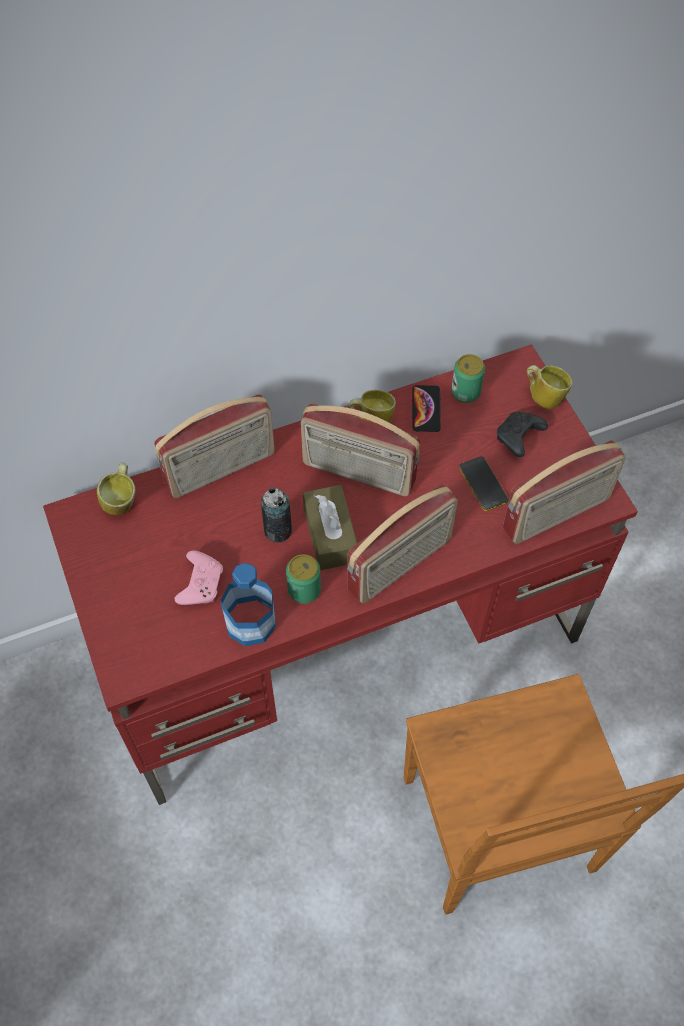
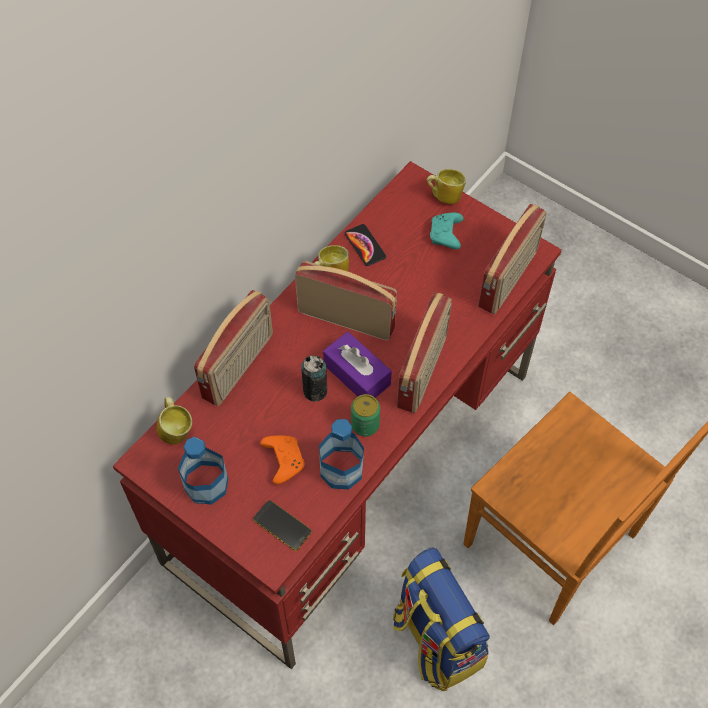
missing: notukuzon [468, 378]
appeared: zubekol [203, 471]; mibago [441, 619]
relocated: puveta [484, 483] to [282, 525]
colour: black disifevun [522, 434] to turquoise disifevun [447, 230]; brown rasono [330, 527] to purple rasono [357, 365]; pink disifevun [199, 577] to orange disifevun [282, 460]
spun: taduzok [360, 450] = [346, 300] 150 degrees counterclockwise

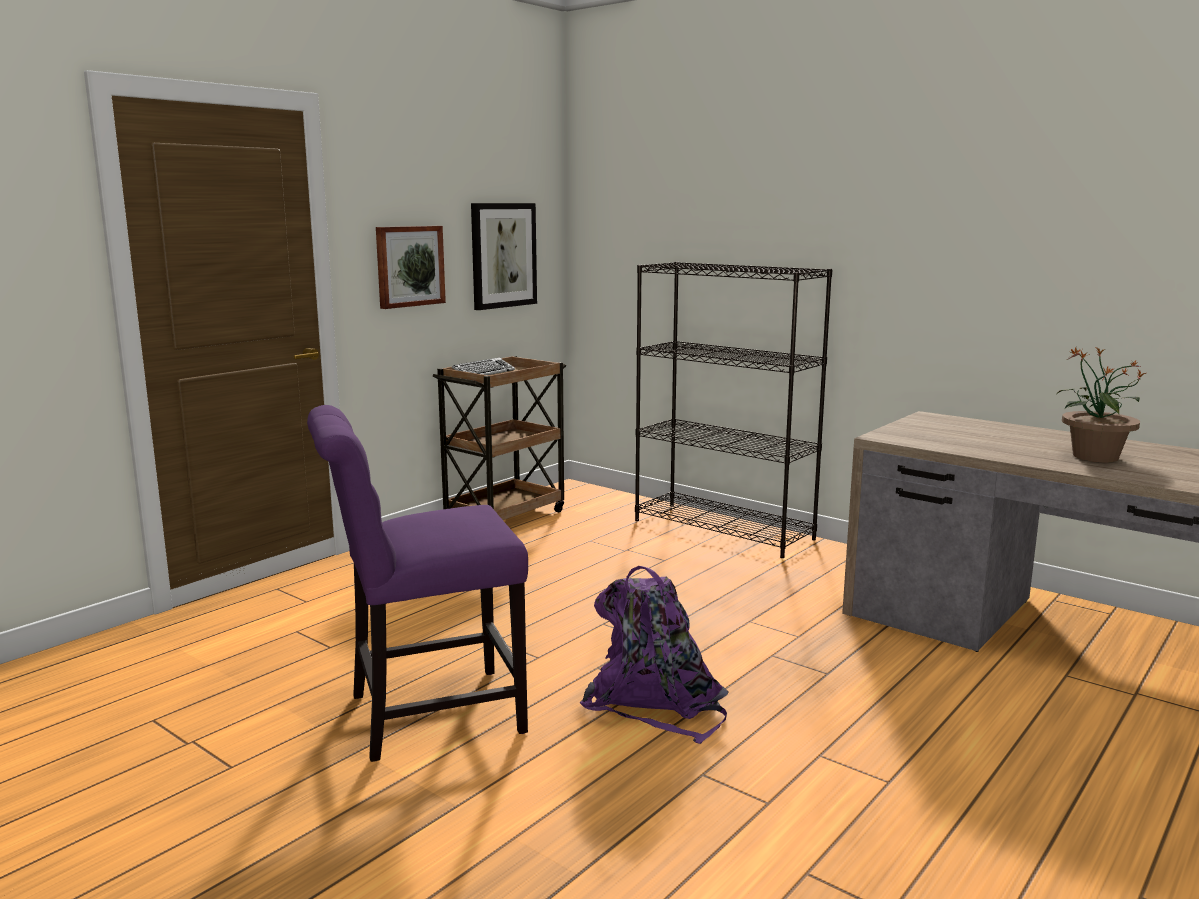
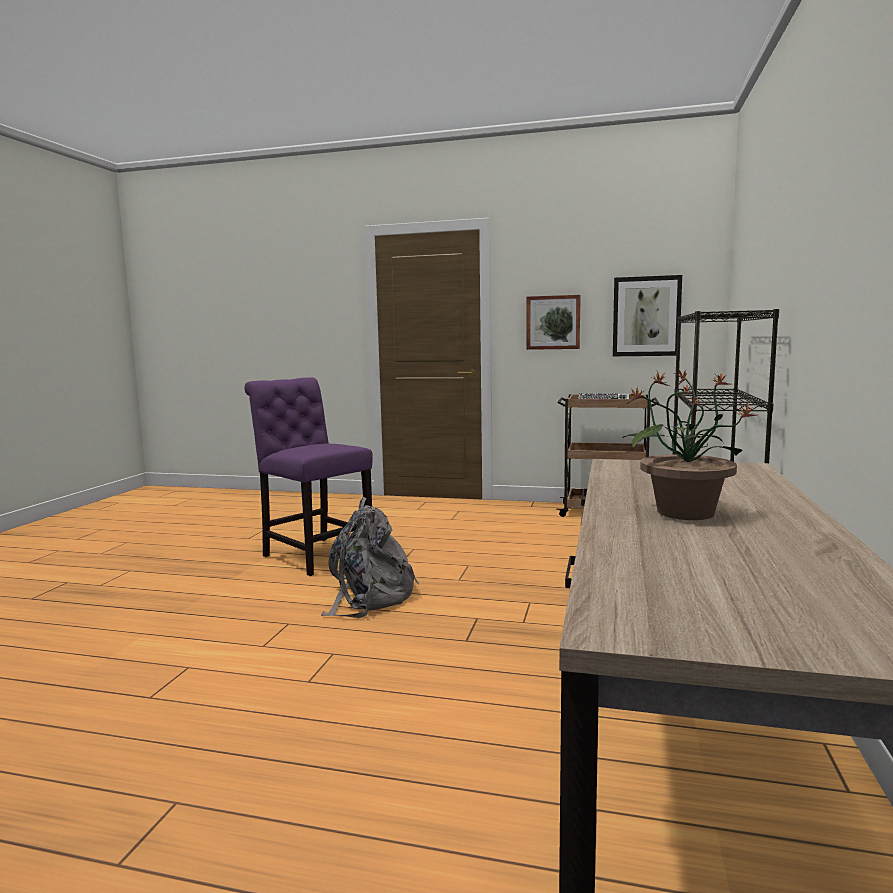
colour: purple mibago [654, 655] to grey mibago [370, 557]

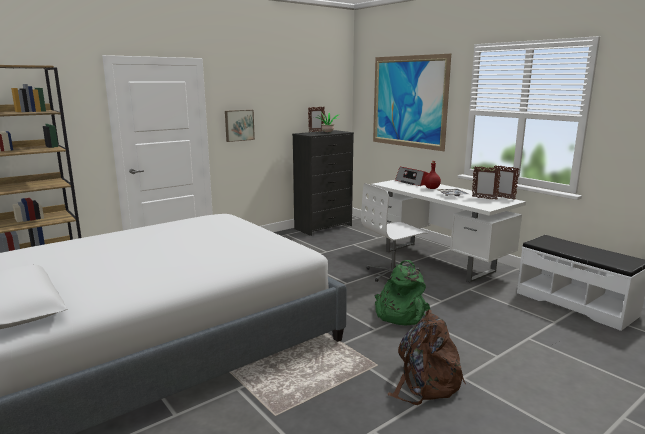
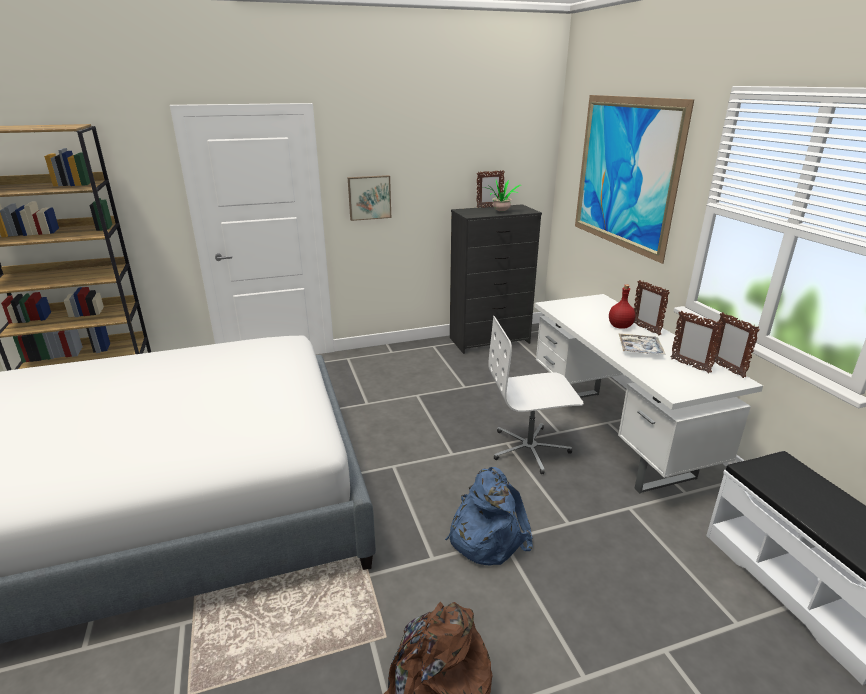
missing: taduzok [412, 176]
appeared: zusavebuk [652, 308]
colour: green mibago [402, 292] to blue mibago [489, 516]

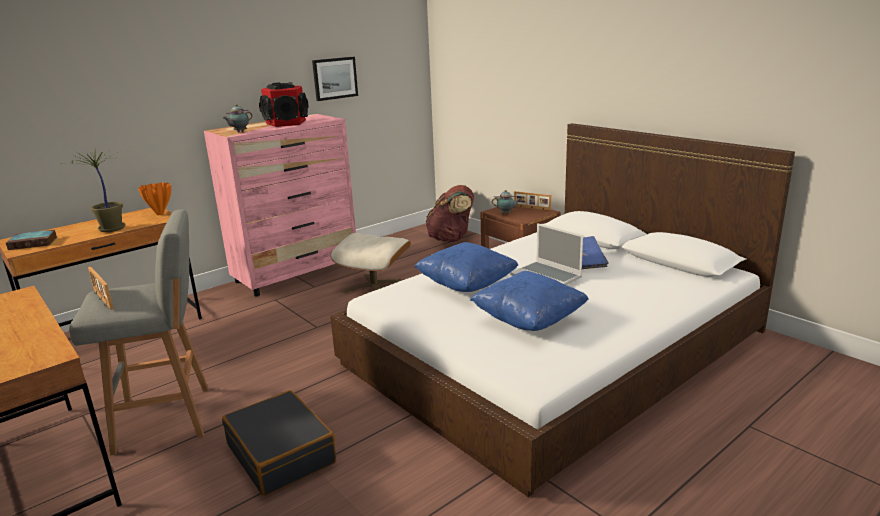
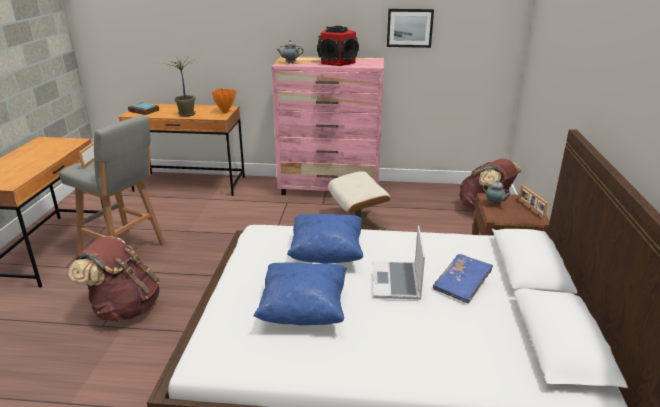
exchanged: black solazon [279, 443] to brown mibago [114, 278]

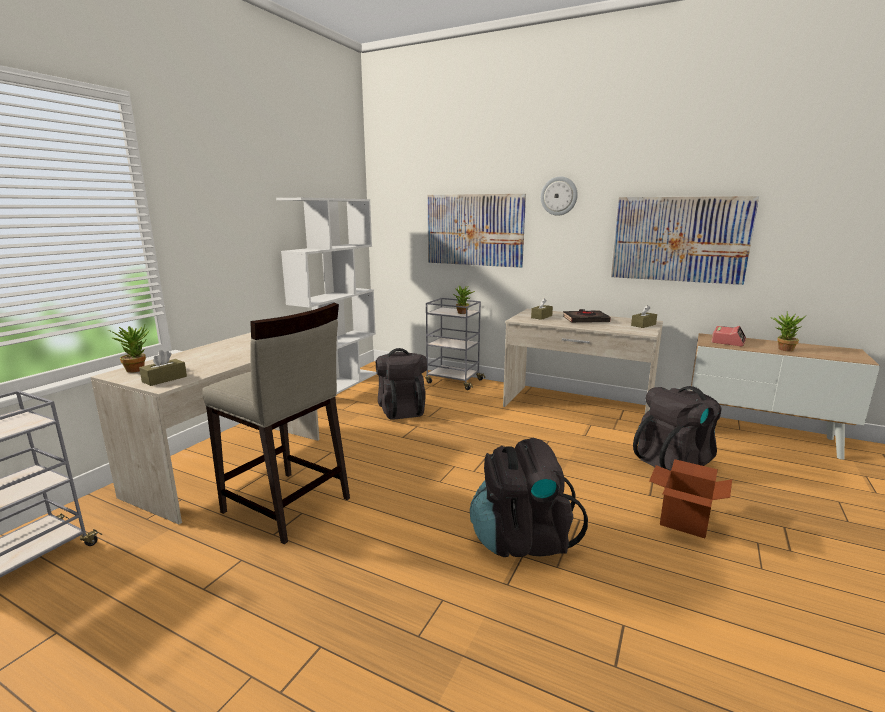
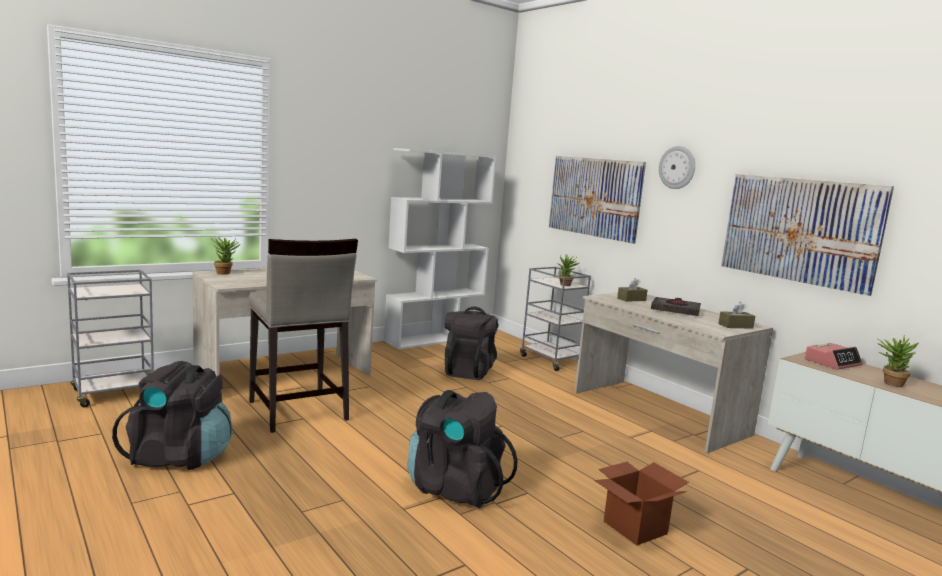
missing: brown rasono [163, 368]
relocated: black mibago [677, 428] to [172, 415]

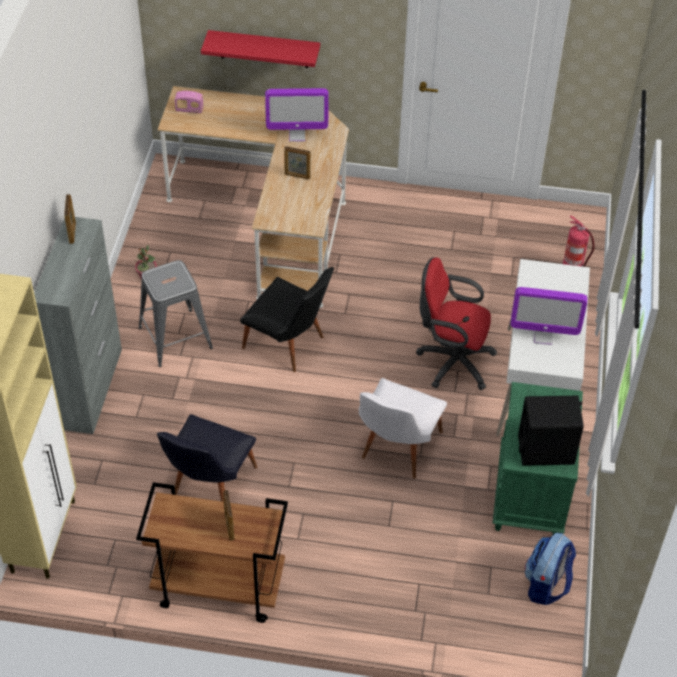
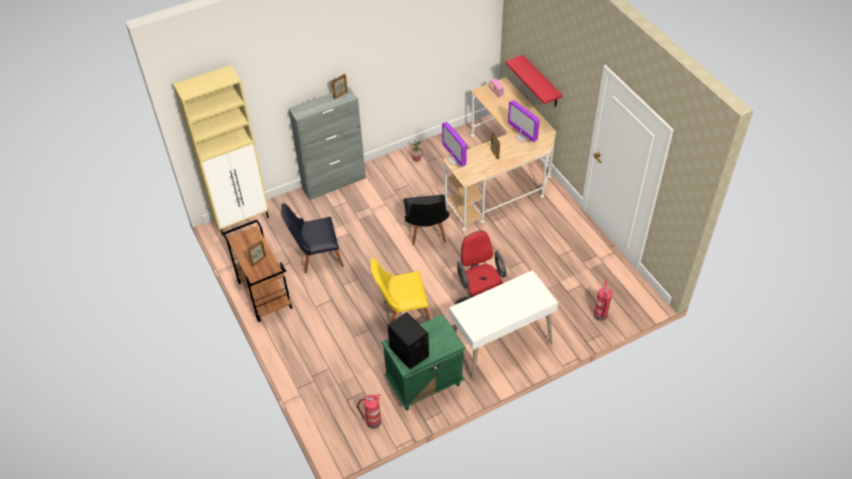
missing: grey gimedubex [176, 313]
relocated: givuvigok [548, 316] to [454, 144]
exchanged: mibago [550, 569] to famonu [369, 411]
colour: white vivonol [403, 428] to yellow vivonol [400, 289]

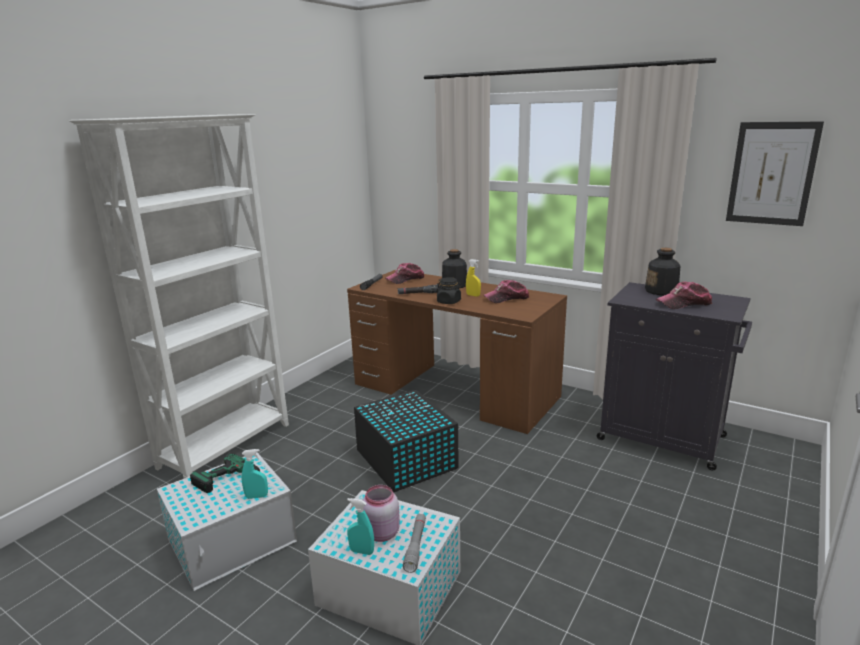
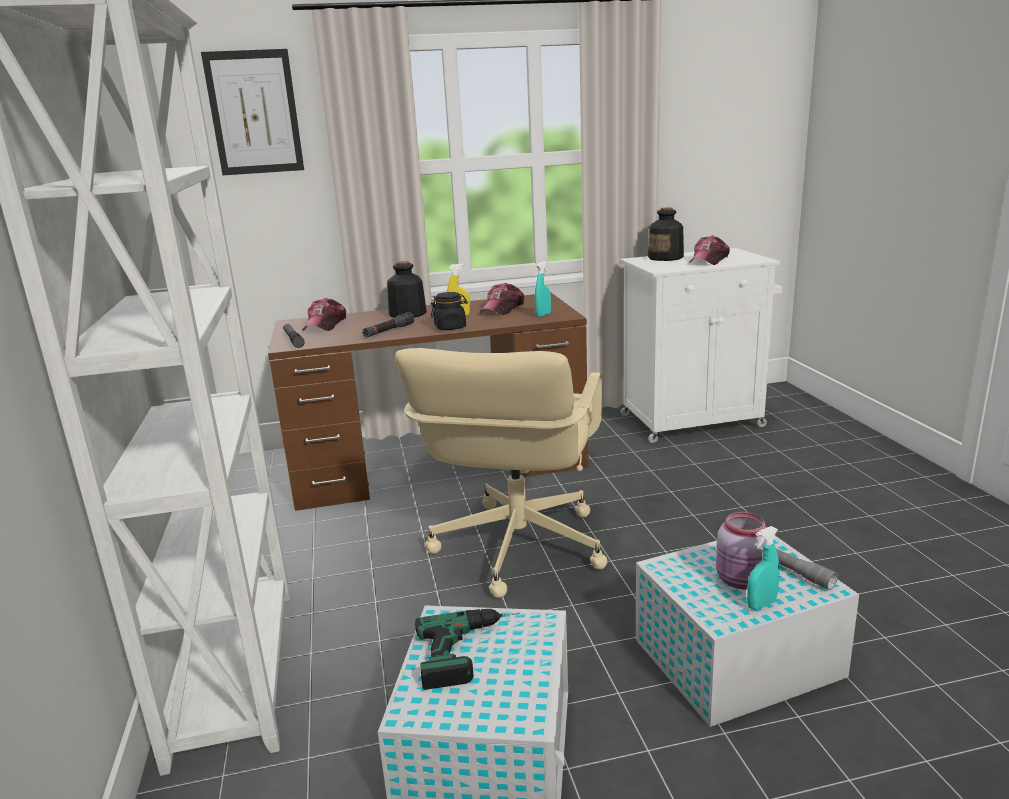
relocated: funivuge [775, 174] to [252, 112]; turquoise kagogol [254, 474] to [543, 289]
exchanged: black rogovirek [406, 441] to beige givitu [501, 473]
colour: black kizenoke [674, 376] to white kizenoke [701, 345]

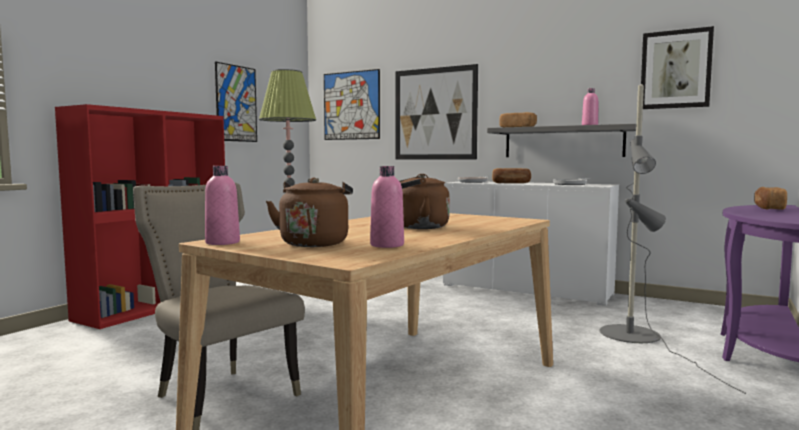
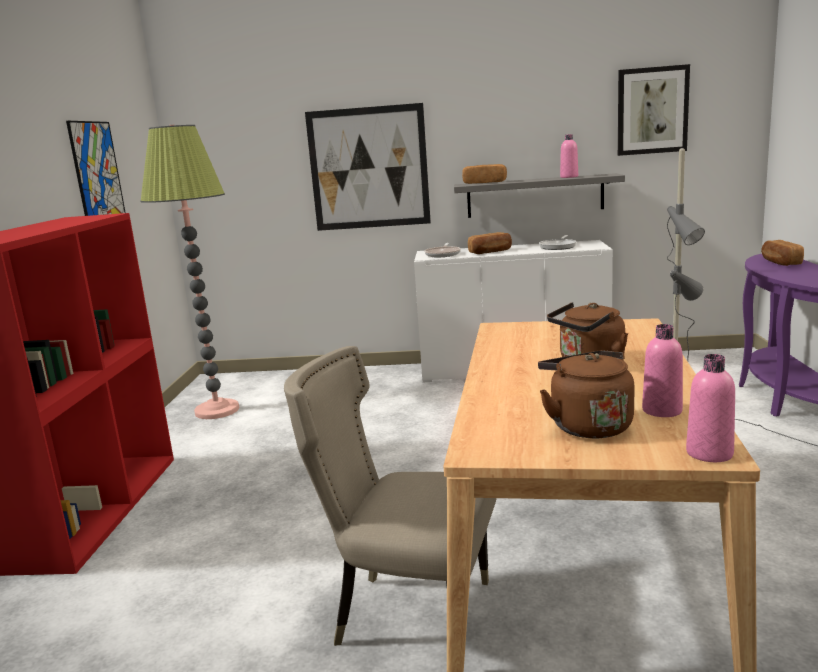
missing: funivuge [352, 104]
relocated: pink zubekol [222, 205] to [710, 408]

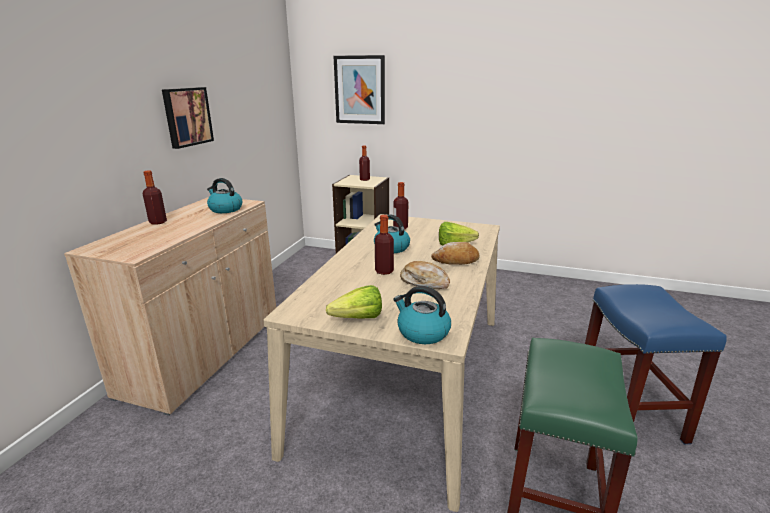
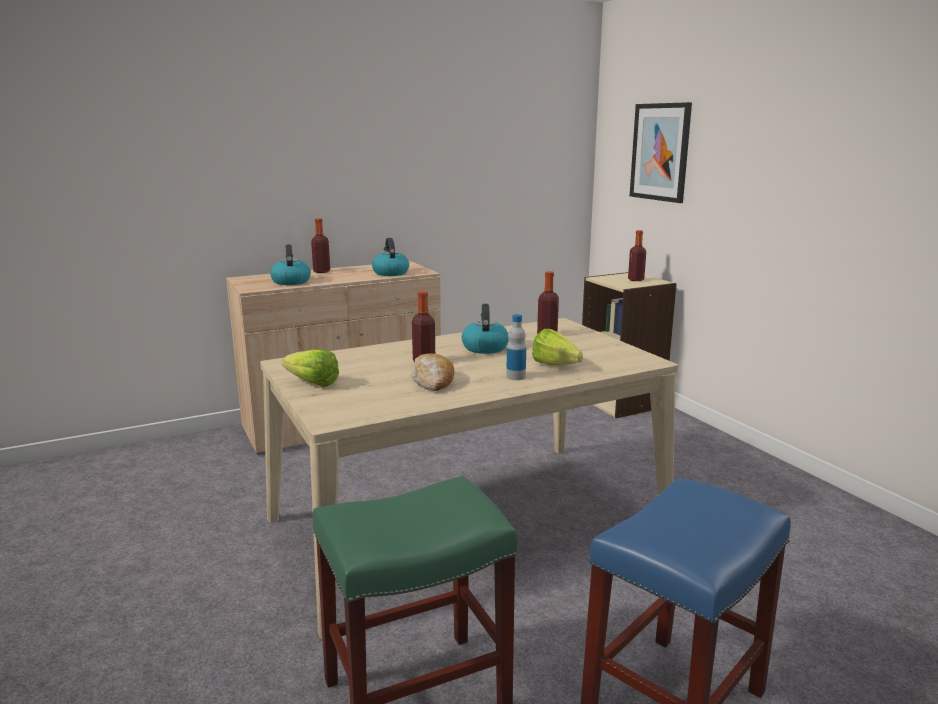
missing: funivuge [188, 118]
relocated: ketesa [422, 315] to [290, 264]
exchanged: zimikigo [455, 253] to zubekol [516, 347]

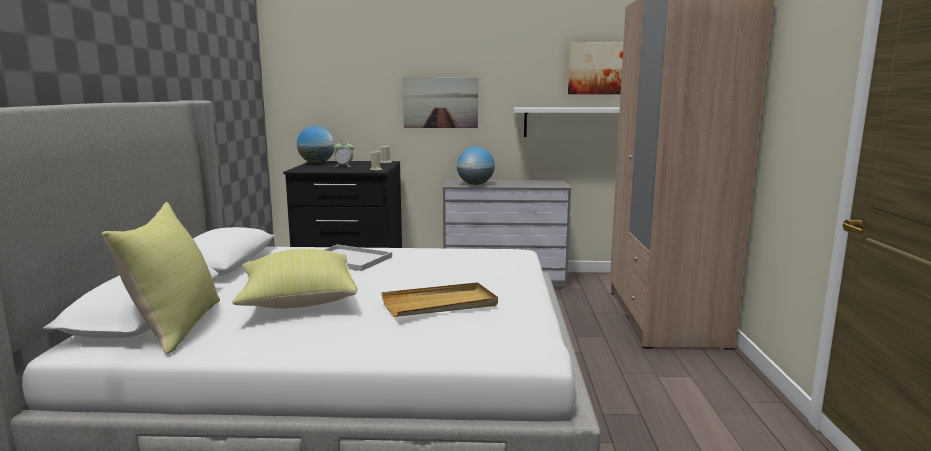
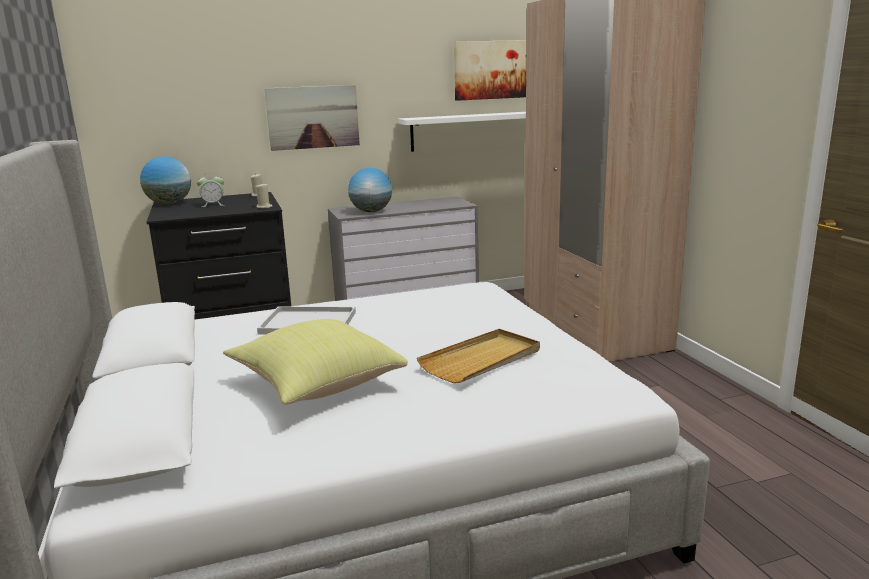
missing: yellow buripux [161, 278]

